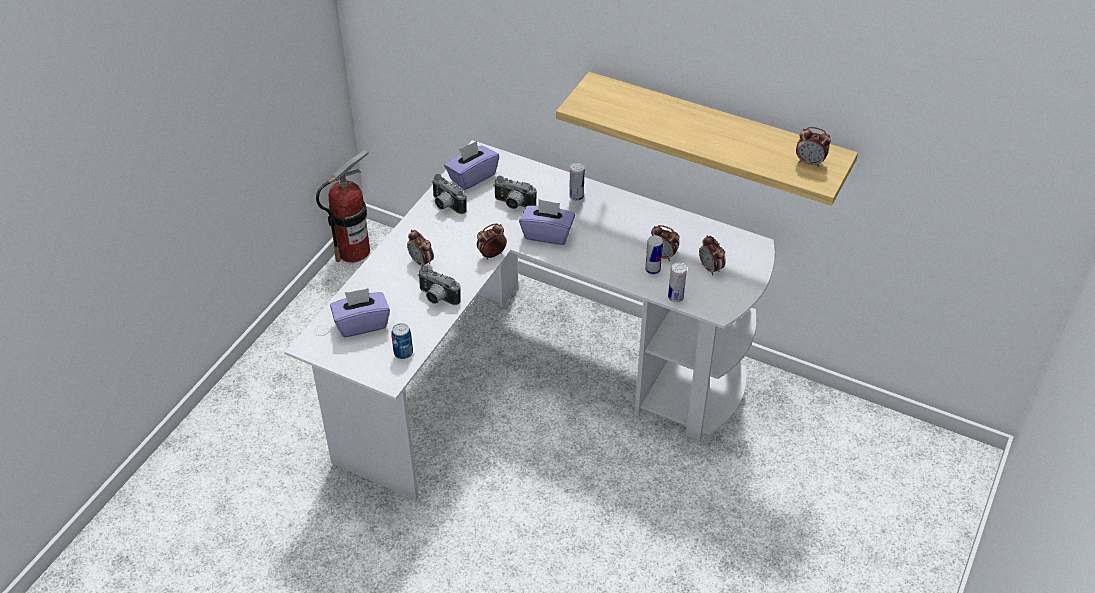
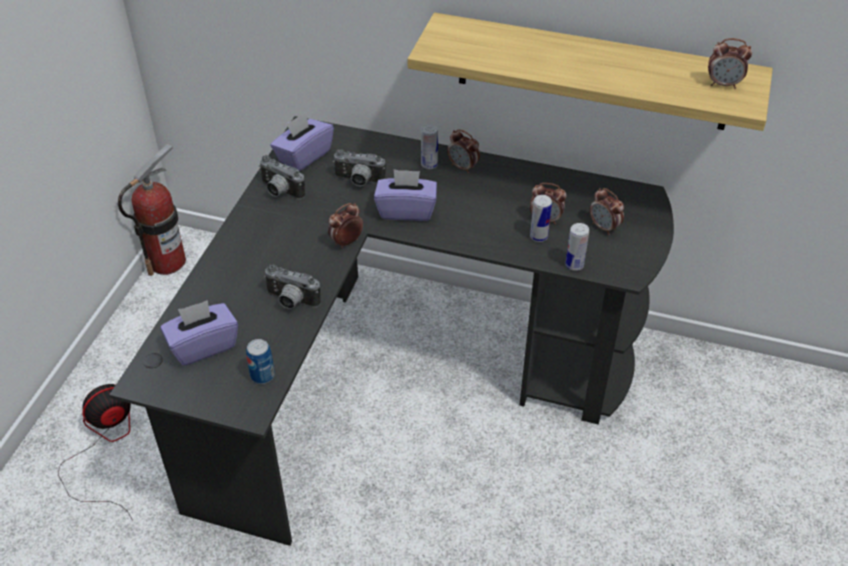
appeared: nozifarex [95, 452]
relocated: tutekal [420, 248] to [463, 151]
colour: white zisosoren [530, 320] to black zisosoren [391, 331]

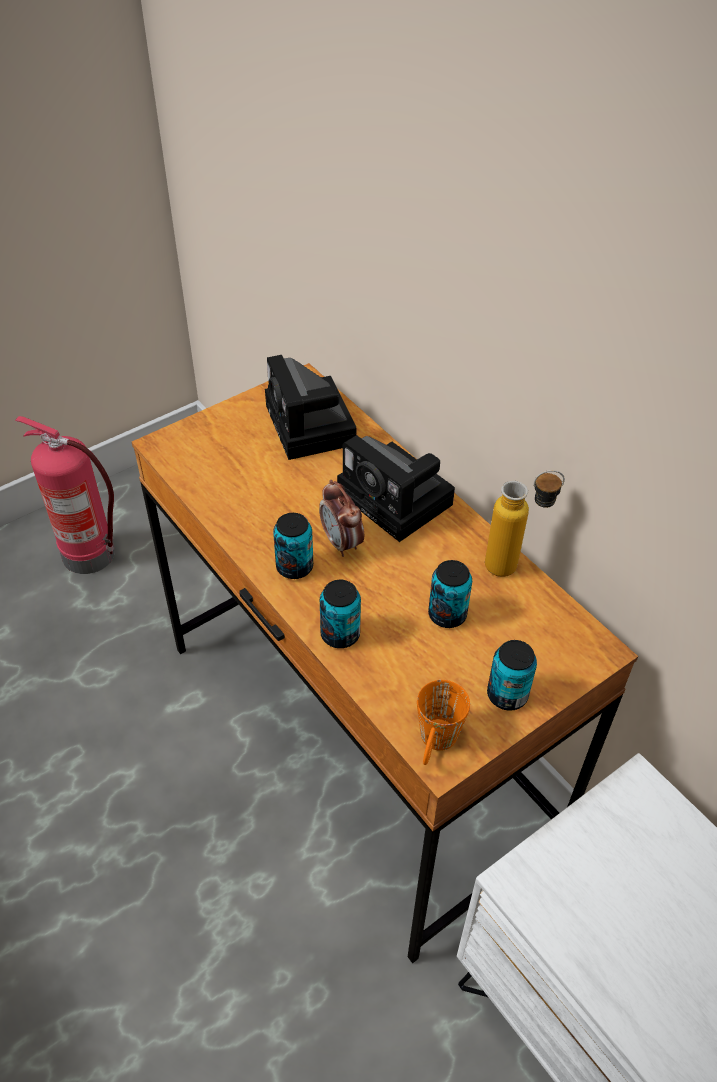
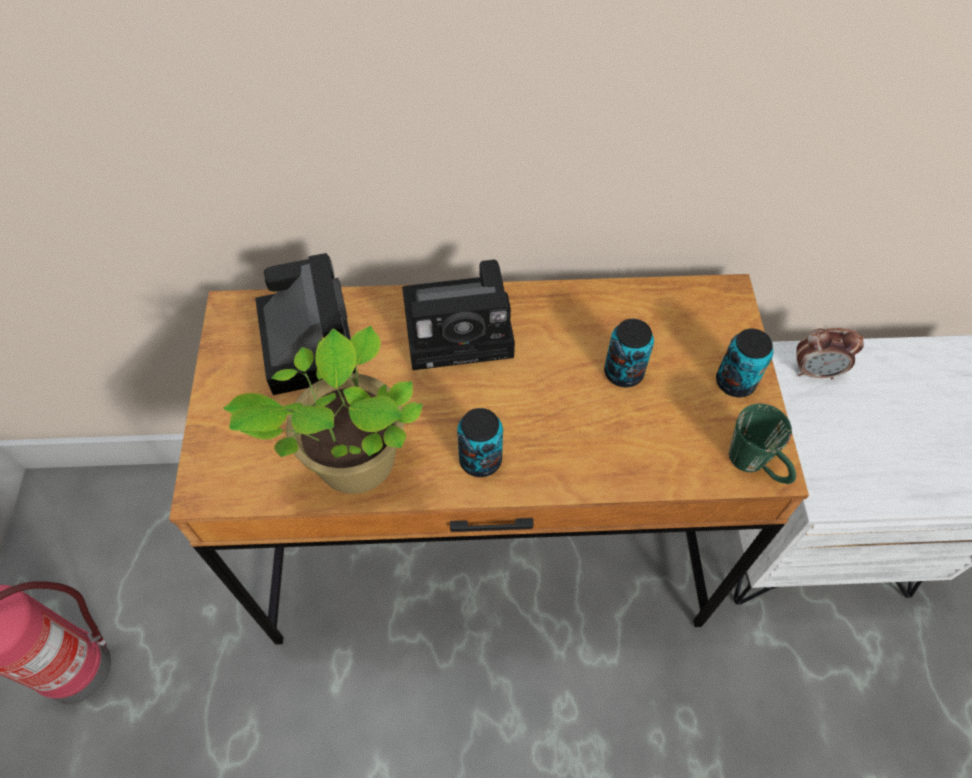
missing: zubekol [525, 523]; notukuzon [340, 614]
appeared: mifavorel [323, 410]
relocated: tutekal [341, 518] to [830, 353]
colour: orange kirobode [443, 722] to green kirobode [762, 444]
spun: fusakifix [311, 407] = [306, 324] 120 degrees counterclockwise

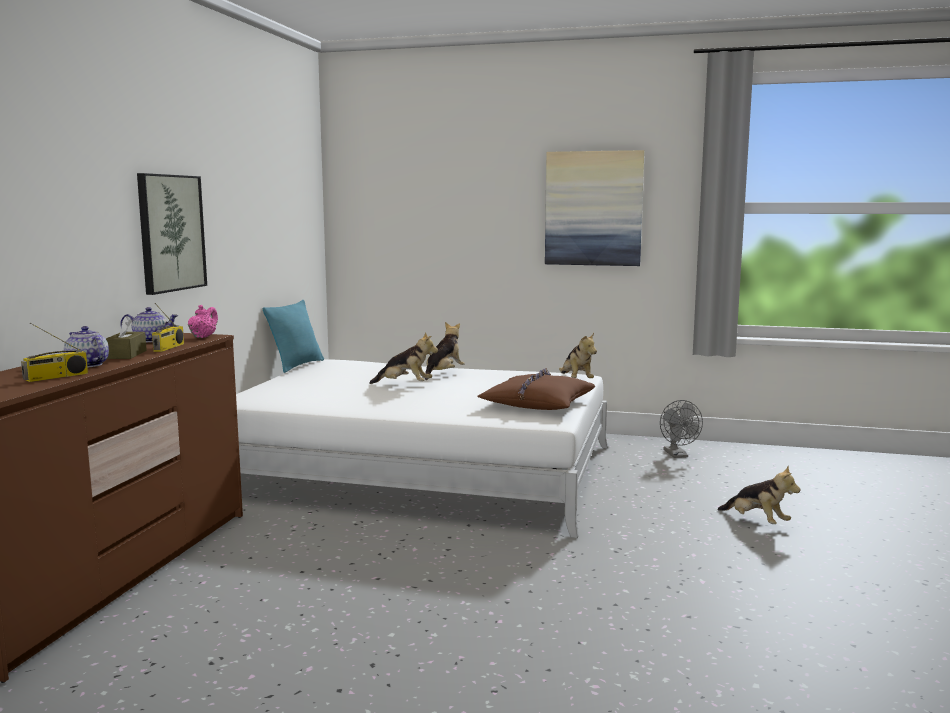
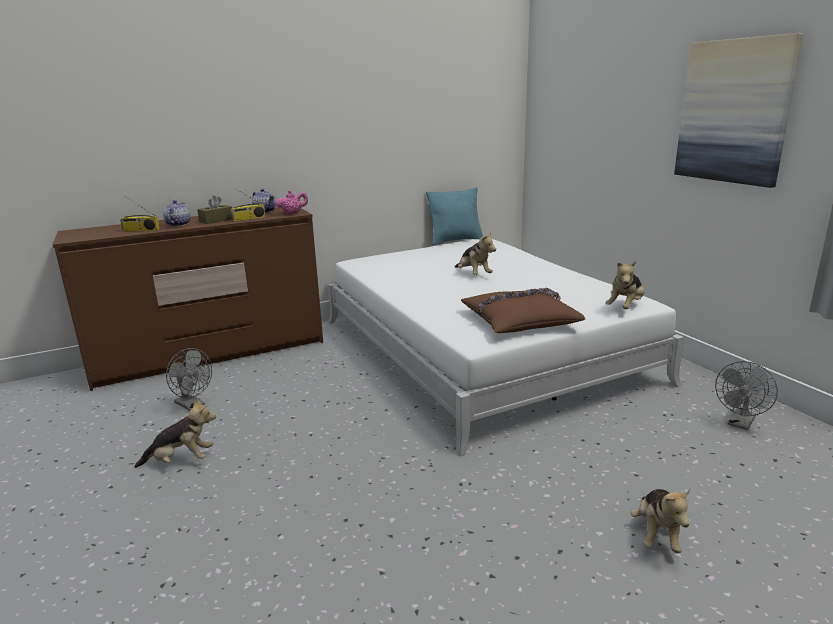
missing: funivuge [172, 234]
appeared: grey nozifarex [189, 379]
relocated: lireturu [445, 351] to [175, 433]

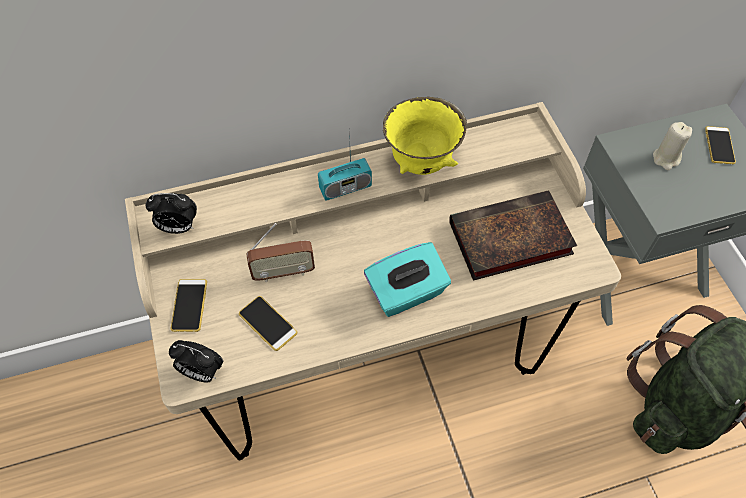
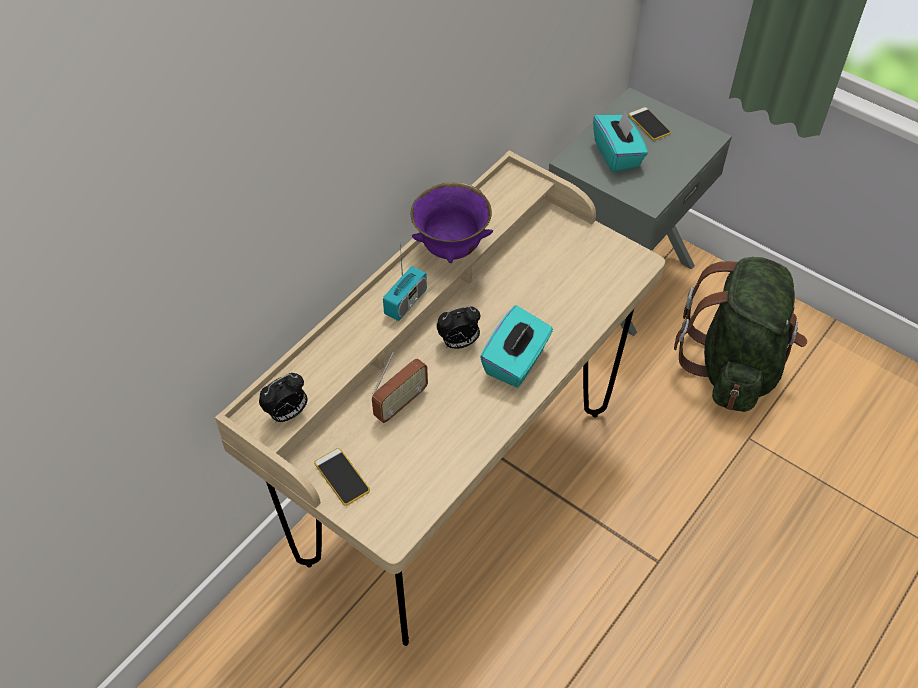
missing: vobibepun [513, 235]; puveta [268, 323]
relocated: tutekal [196, 361] to [458, 327]
exchanged: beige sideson [672, 146] to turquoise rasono [620, 141]
colour: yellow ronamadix [425, 136] to purple ronamadix [451, 222]

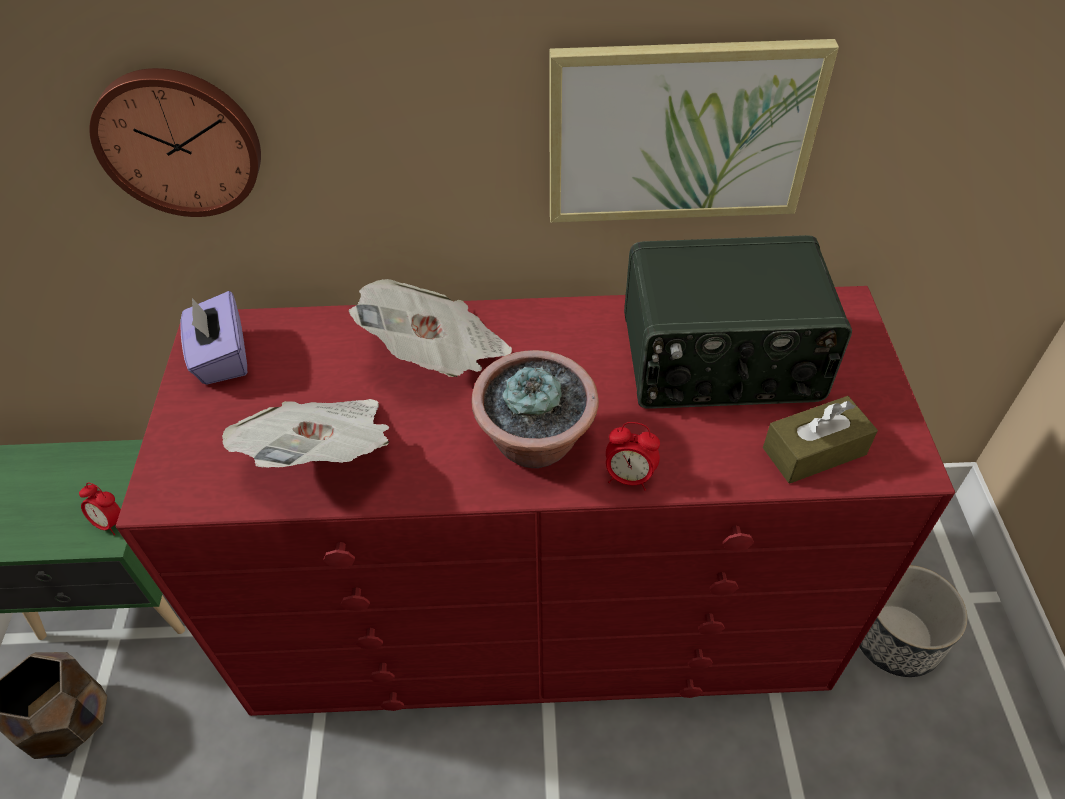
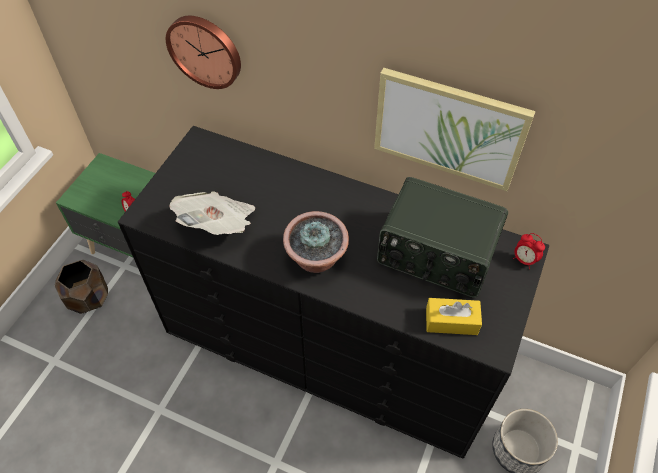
missing: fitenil [430, 328]; purple rasono [214, 338]
relocated: tutekal [633, 456] to [529, 251]
colour: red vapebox [535, 501] to black vapebox [334, 292]; brown rasono [820, 439] to yellow rasono [454, 316]

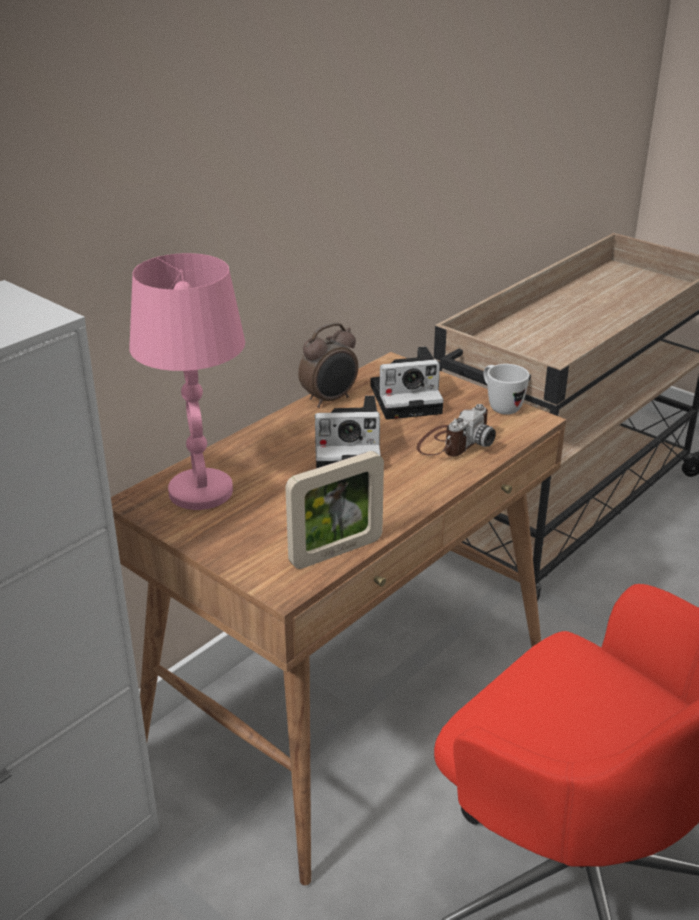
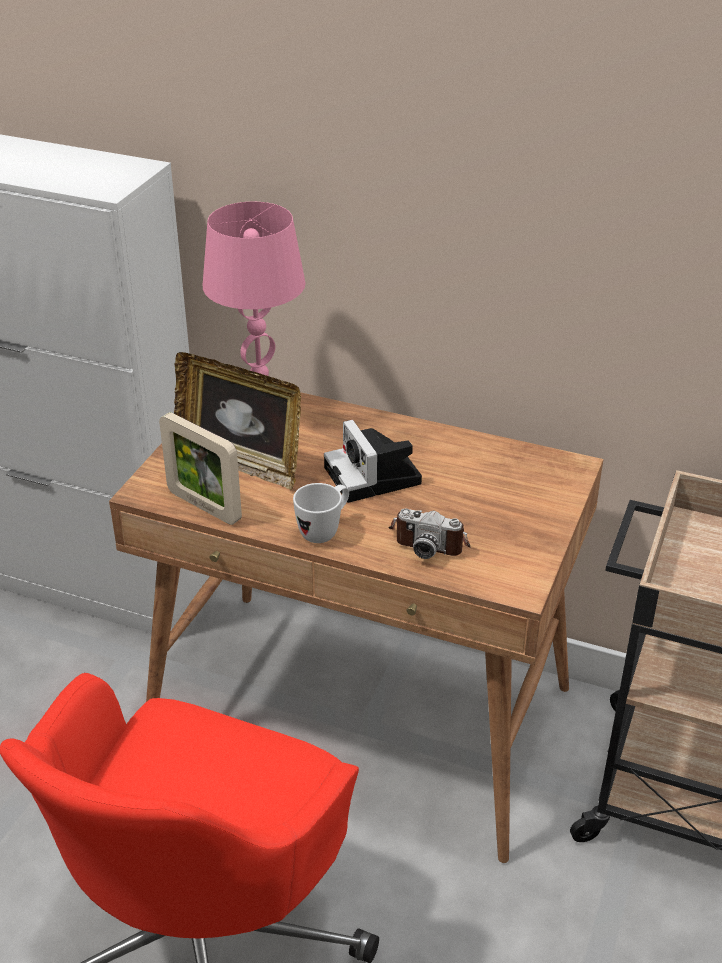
missing: tutekal [328, 365]; fusakifix [407, 383]
appeared: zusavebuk [237, 421]
relocated: white kirobode [506, 389] to [321, 513]

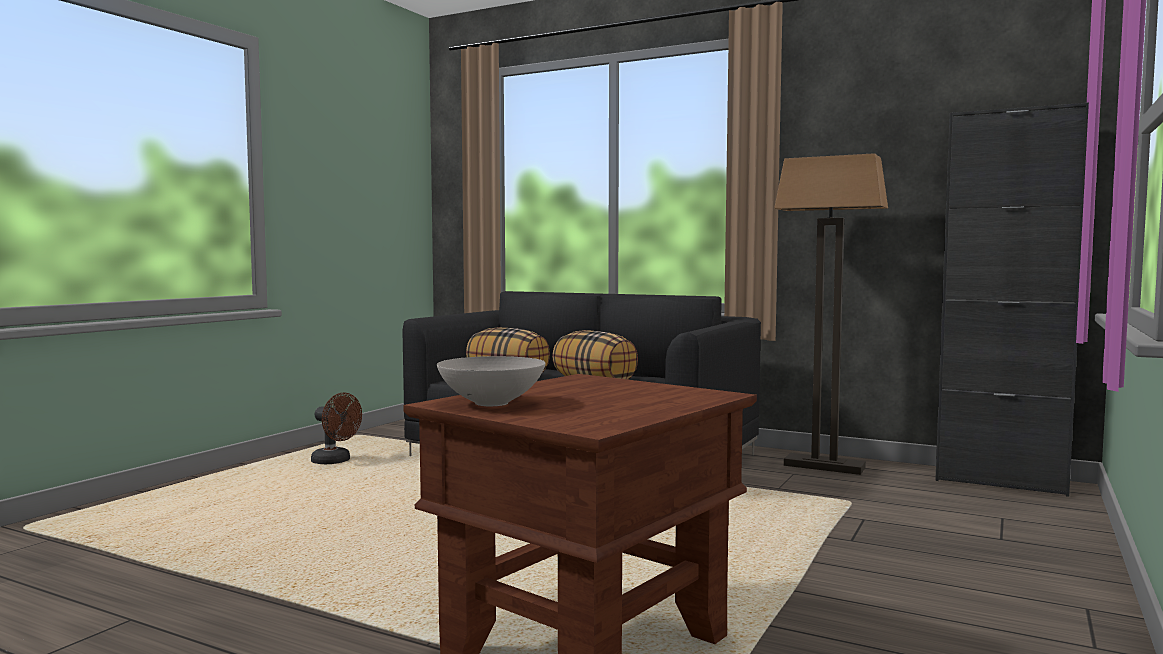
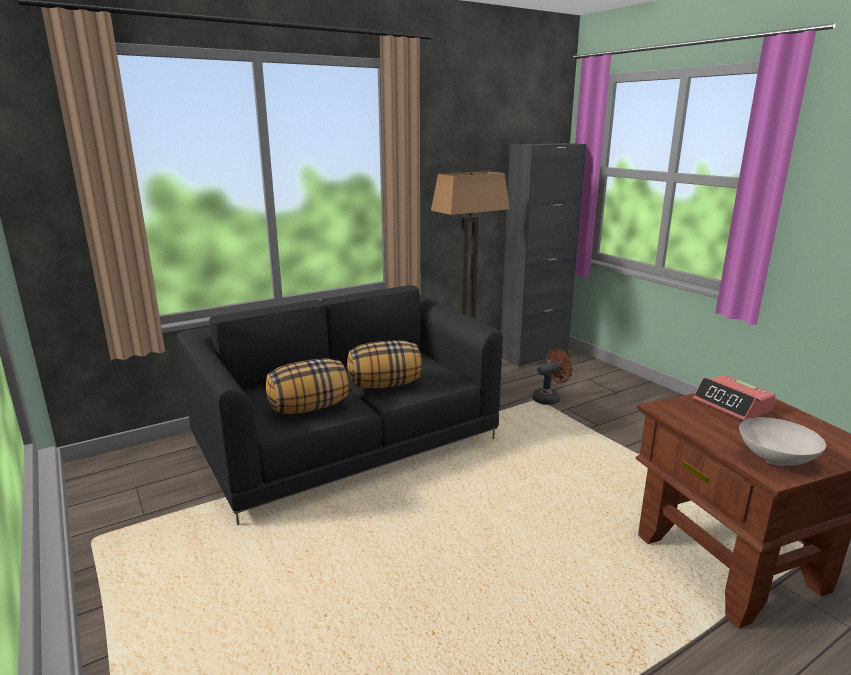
appeared: tutekal [734, 398]
relocated: brown nozifarex [336, 428] to [552, 377]

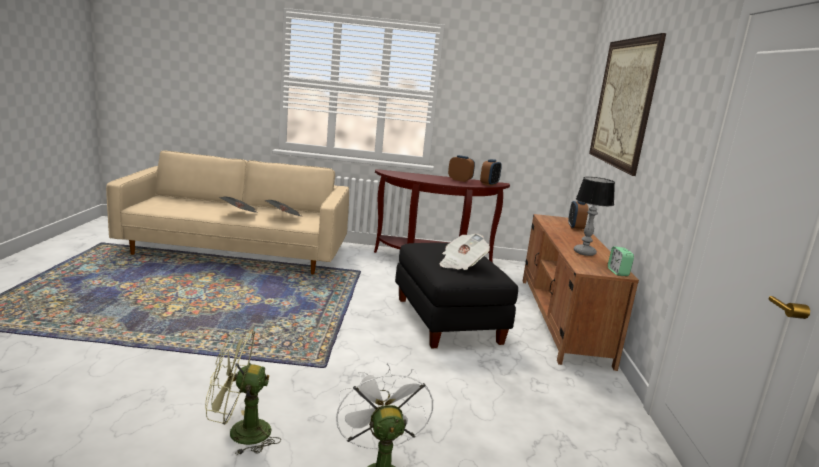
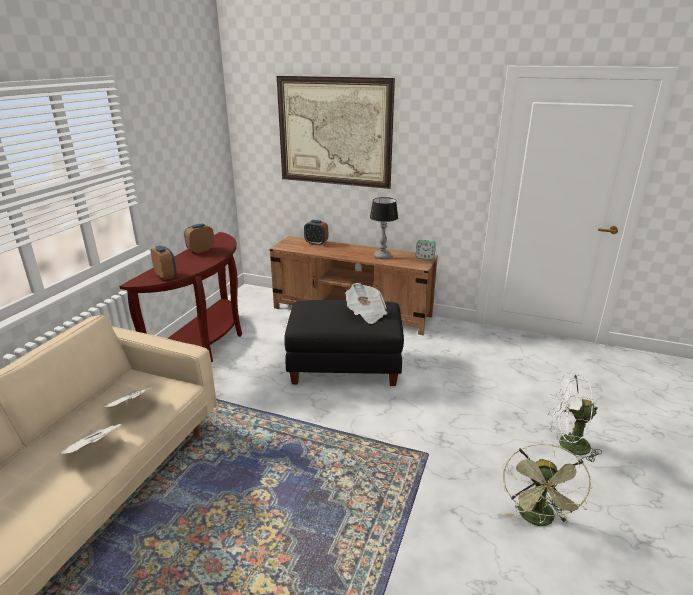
relocated: tutekal [491, 172] to [164, 263]

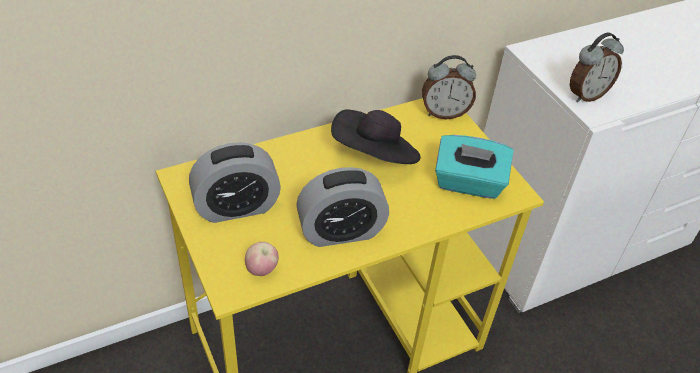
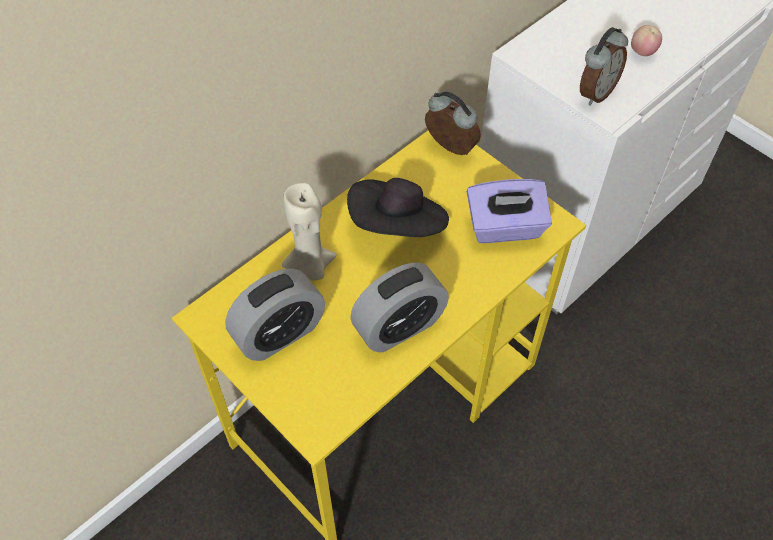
appeared: beige sideson [309, 231]
relocated: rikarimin [262, 259] to [646, 40]
colour: turquoise rasono [474, 167] to purple rasono [509, 211]
spun: tutekal [449, 87] = [453, 123] 120 degrees counterclockwise

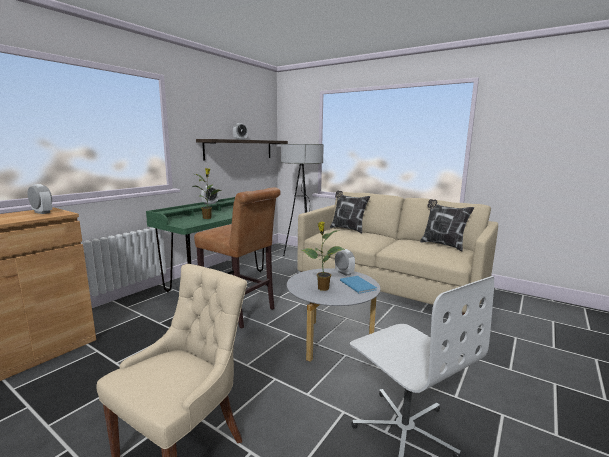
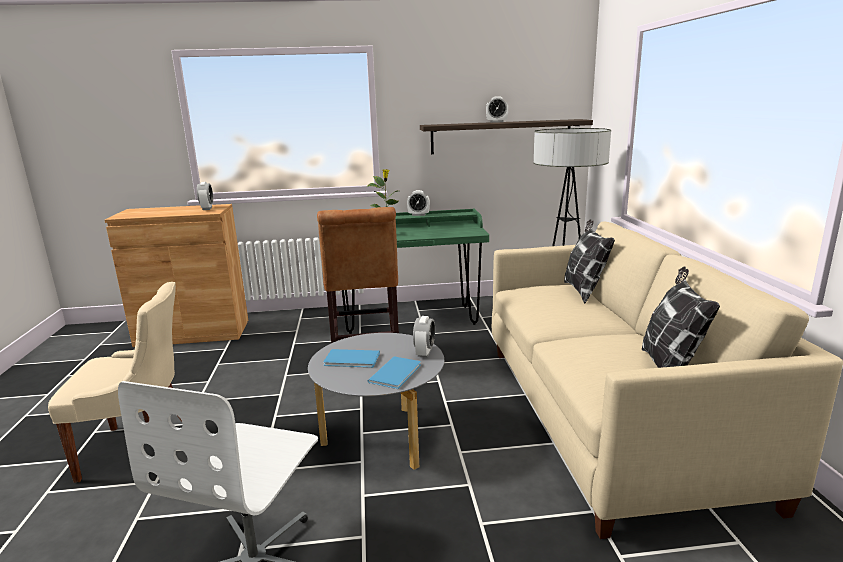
exchanged: mifavorel [323, 256] to blue vobibepun [351, 358]

